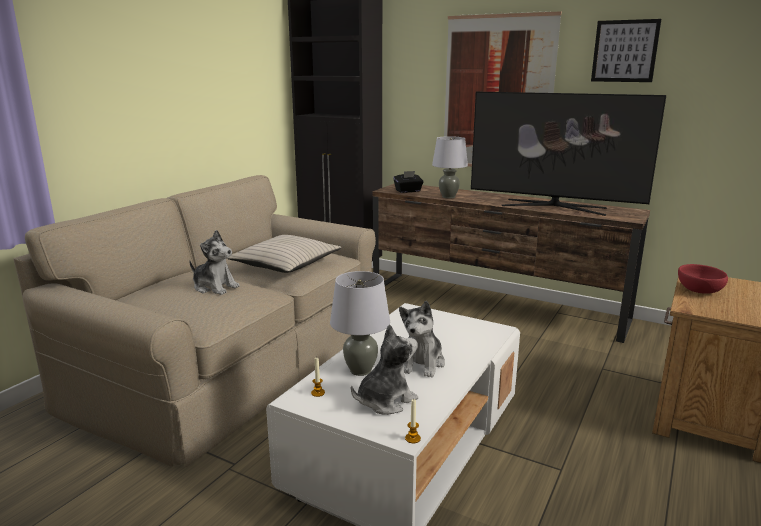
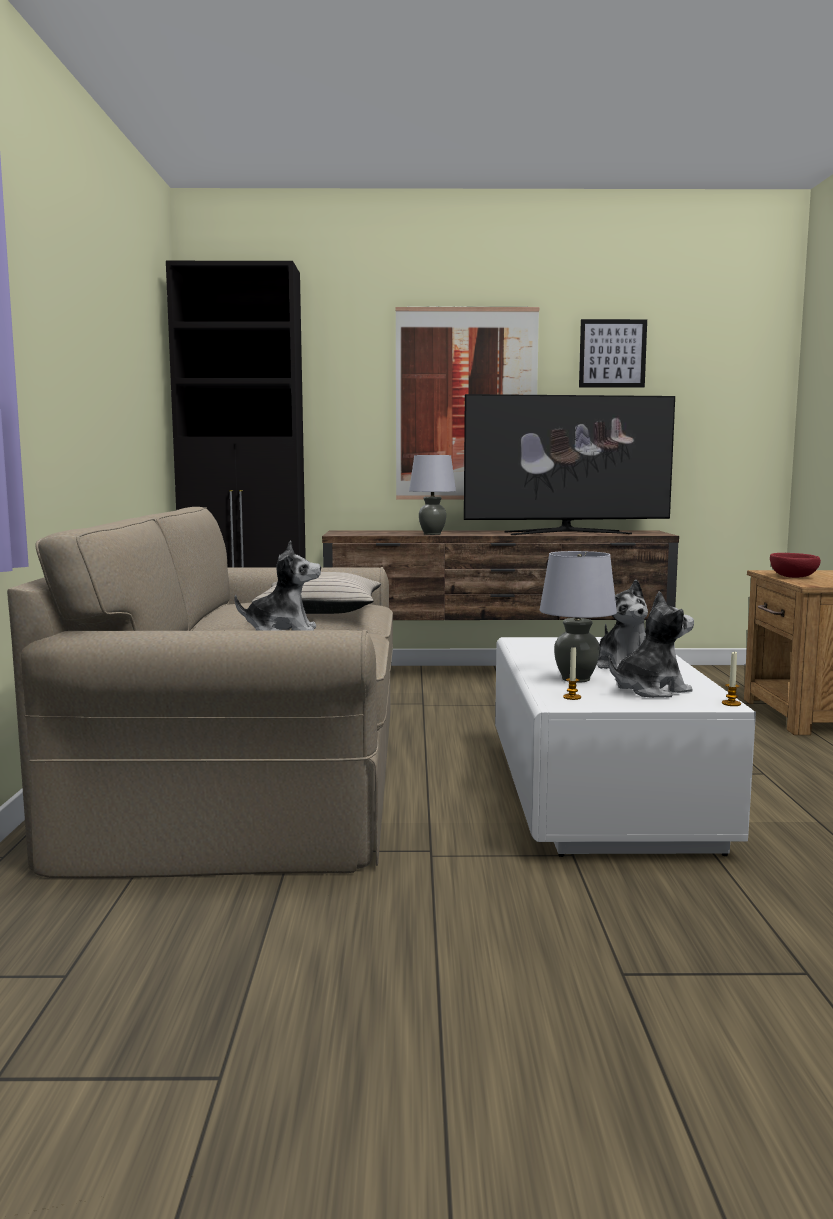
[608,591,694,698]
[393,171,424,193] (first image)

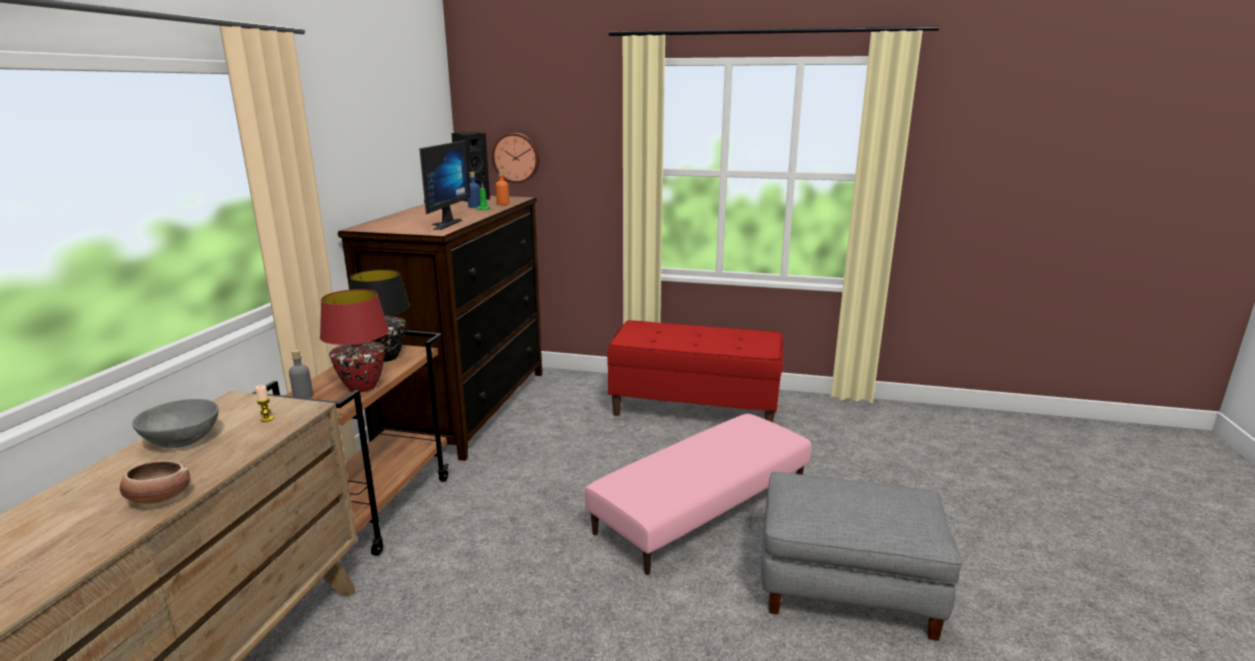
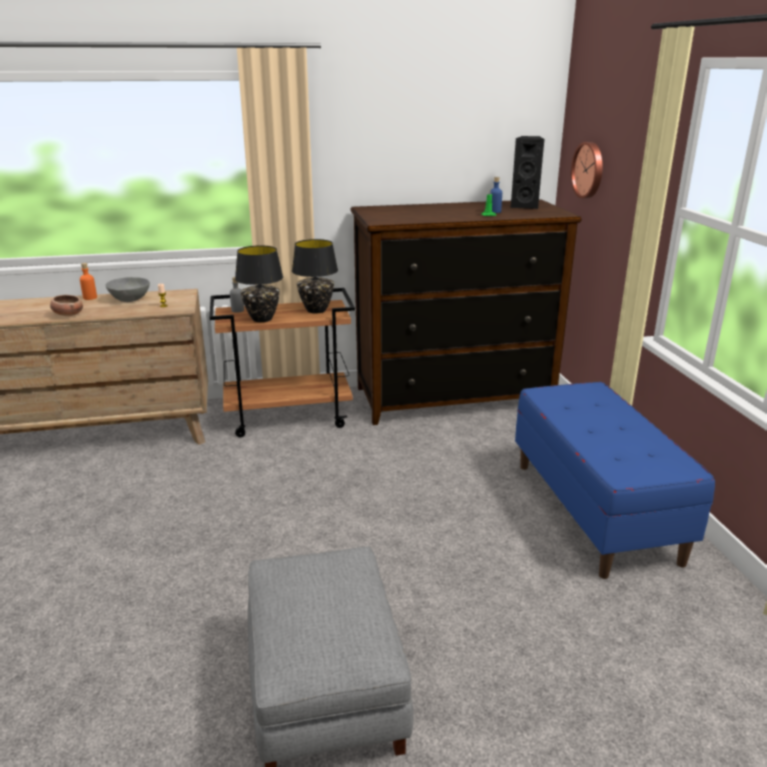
[235,245,283,322]
[419,140,470,230] (first image)
[80,263,97,300]
[585,414,811,575] (first image)
[515,382,715,579]

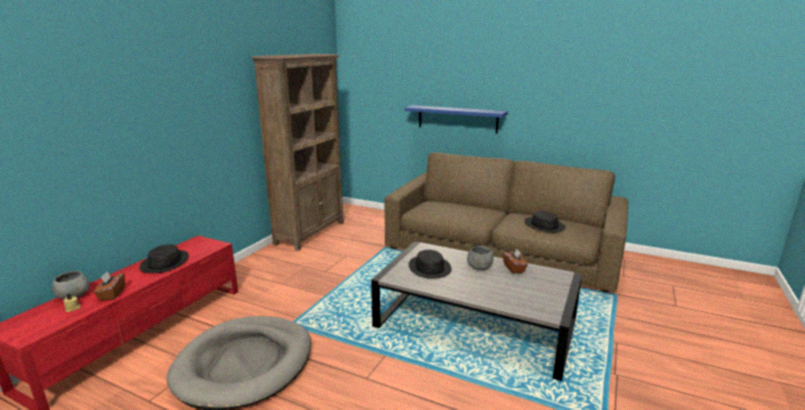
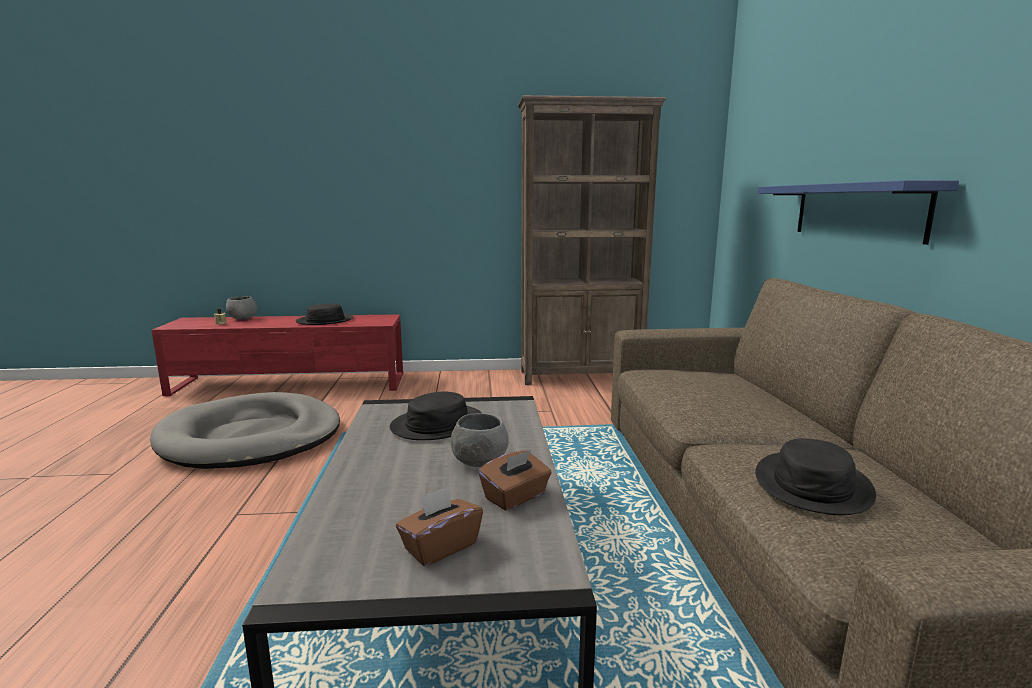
[396,486,483,566]

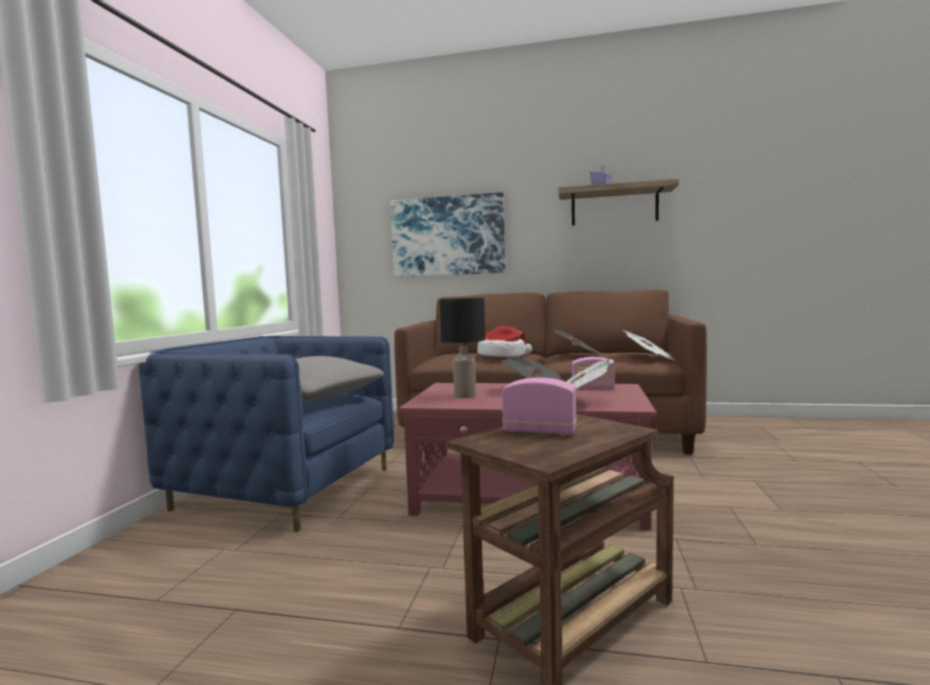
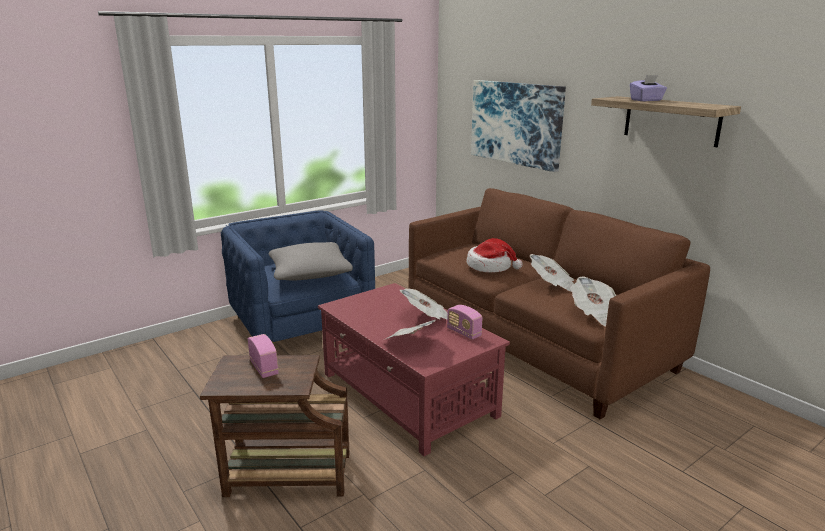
[440,298,485,398] (first image)

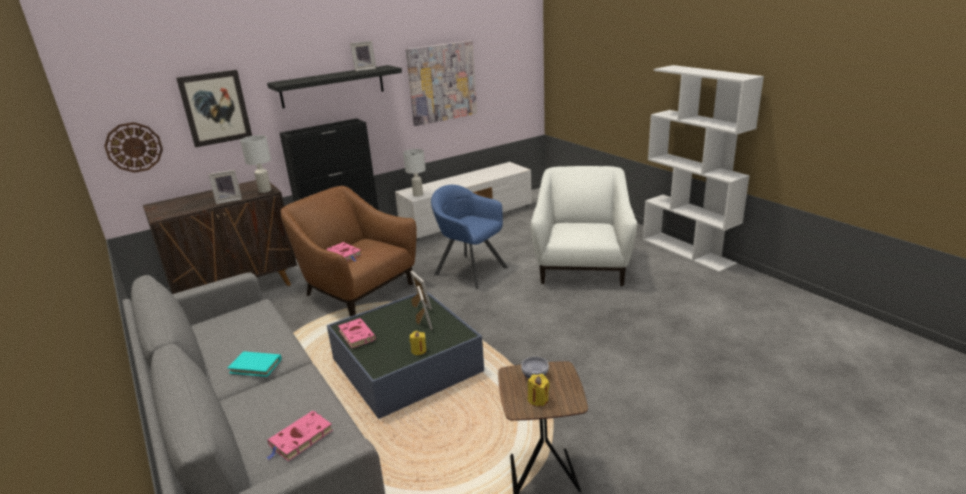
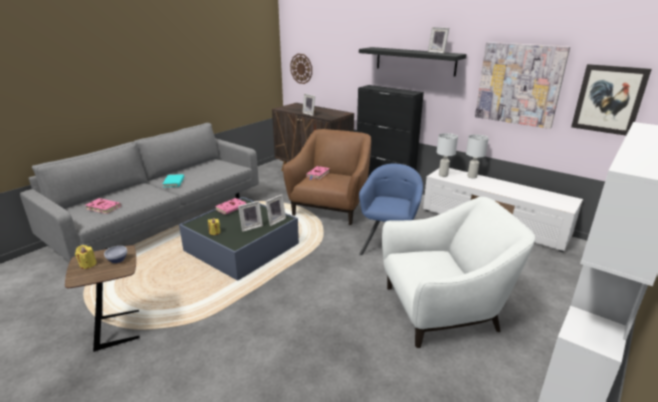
[571,64,652,136]
[466,134,489,179]

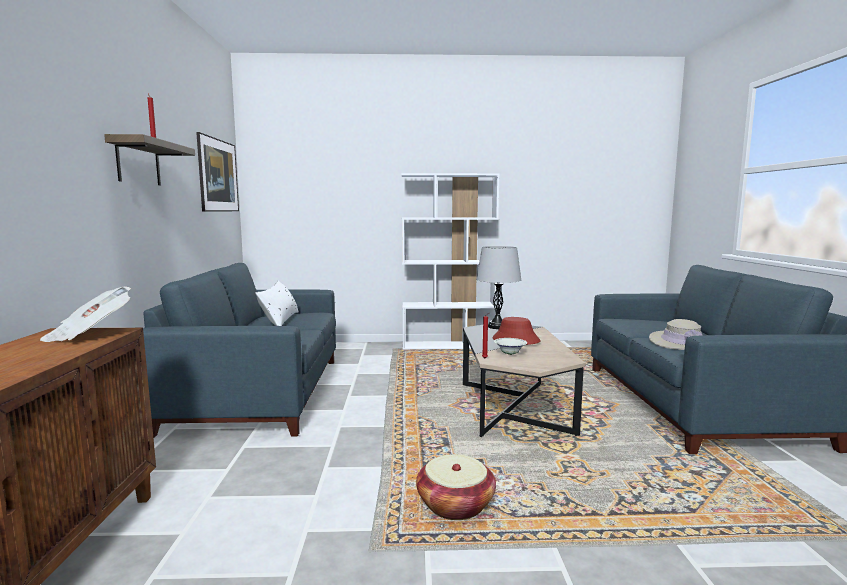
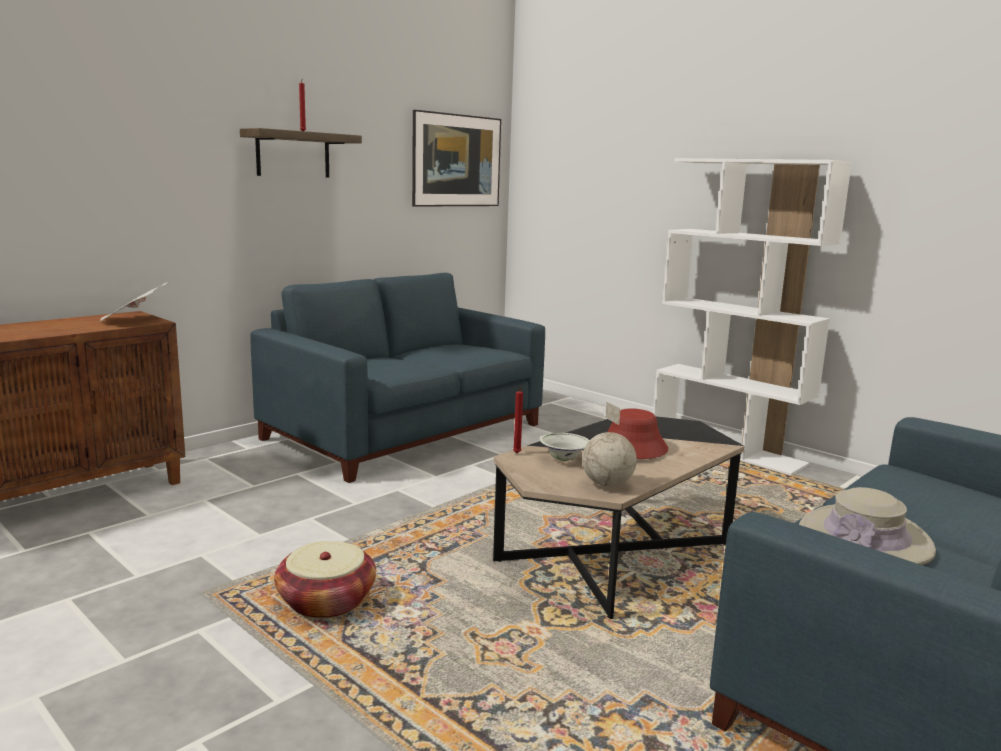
[255,281,299,326] (first image)
[476,246,521,329] (first image)
[582,401,637,487]

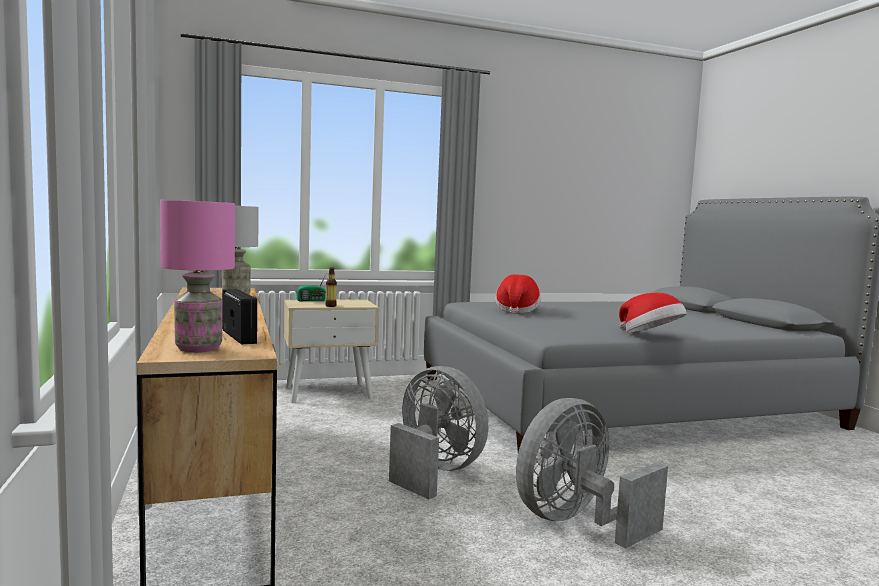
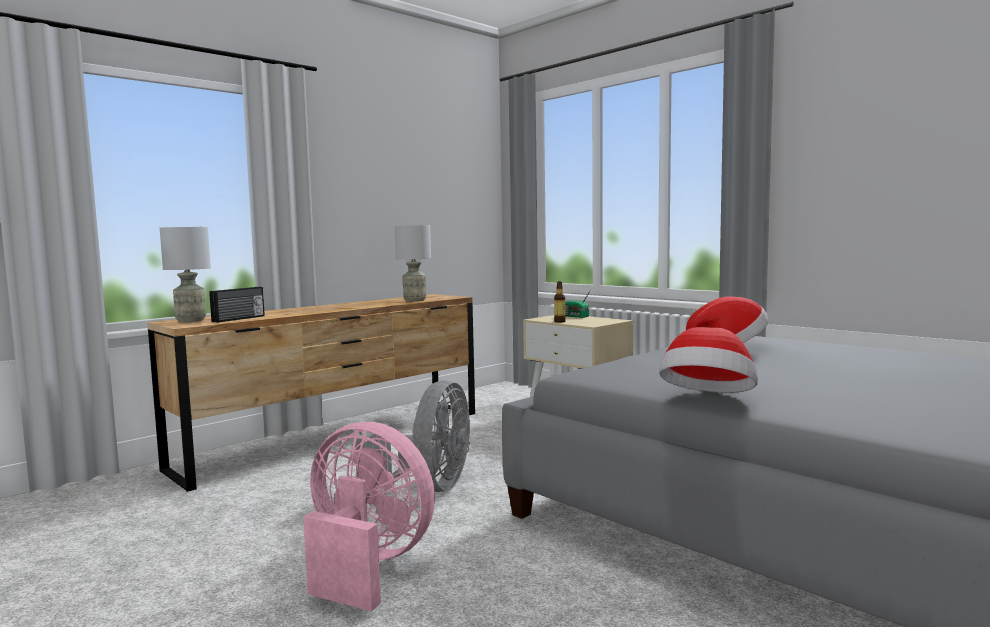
[160,227,211,322]
[303,422,435,612]

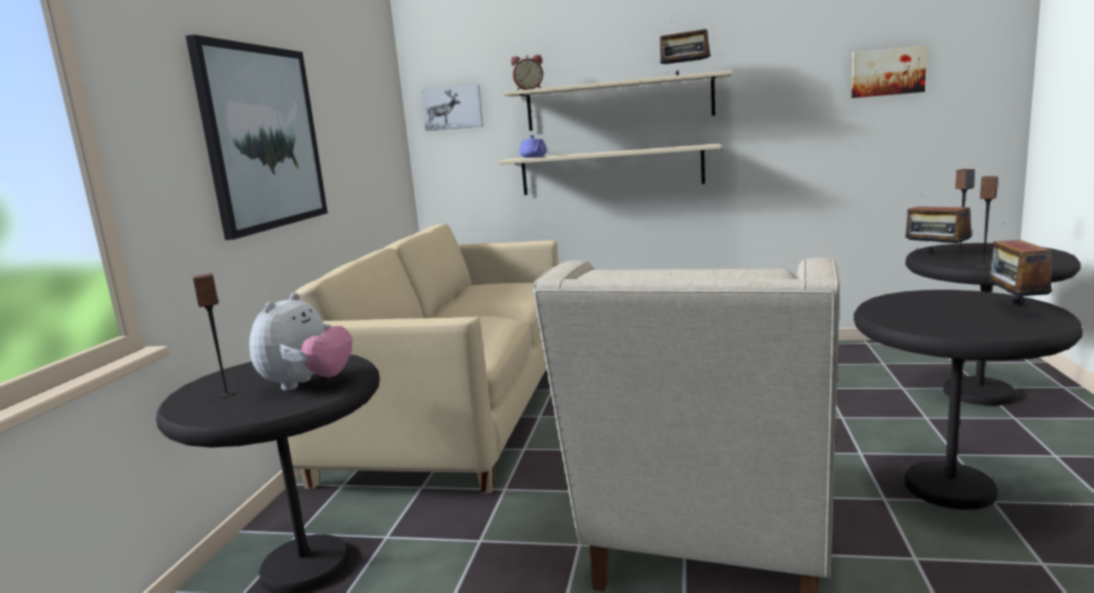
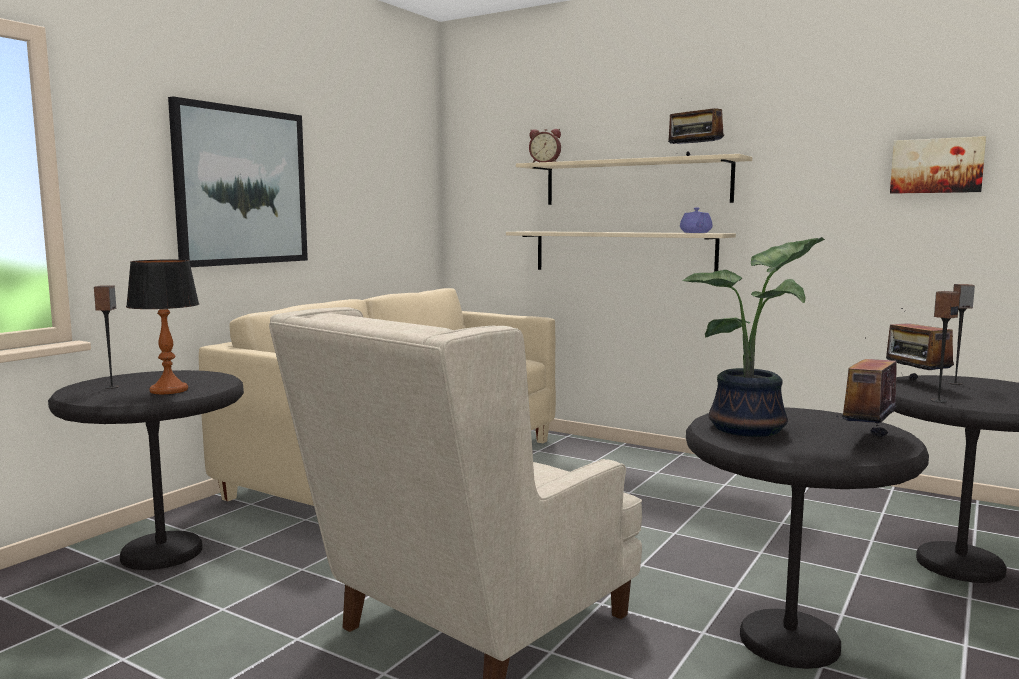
[126,259,199,394]
[421,84,483,131] (first image)
[680,208,713,233]
[682,237,825,437]

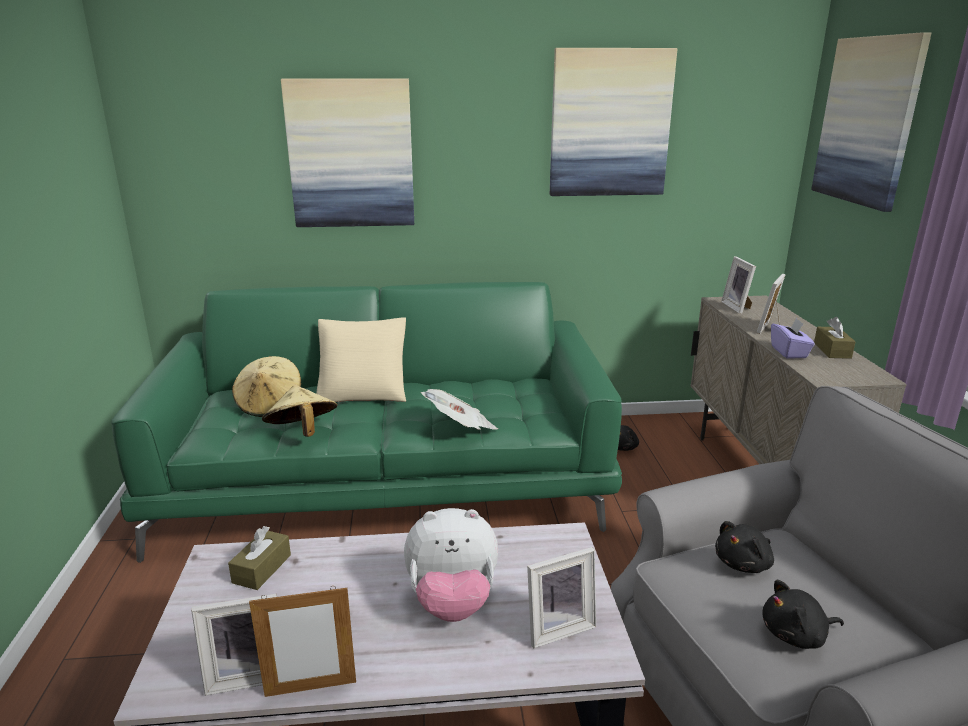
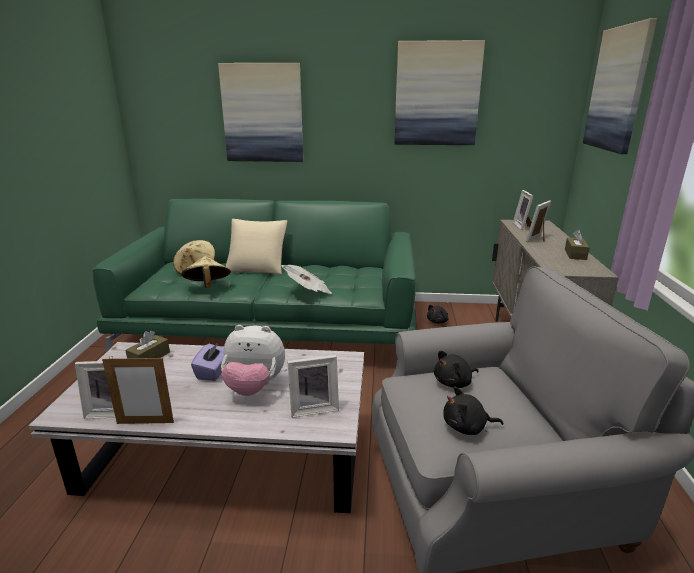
[191,342,224,381]

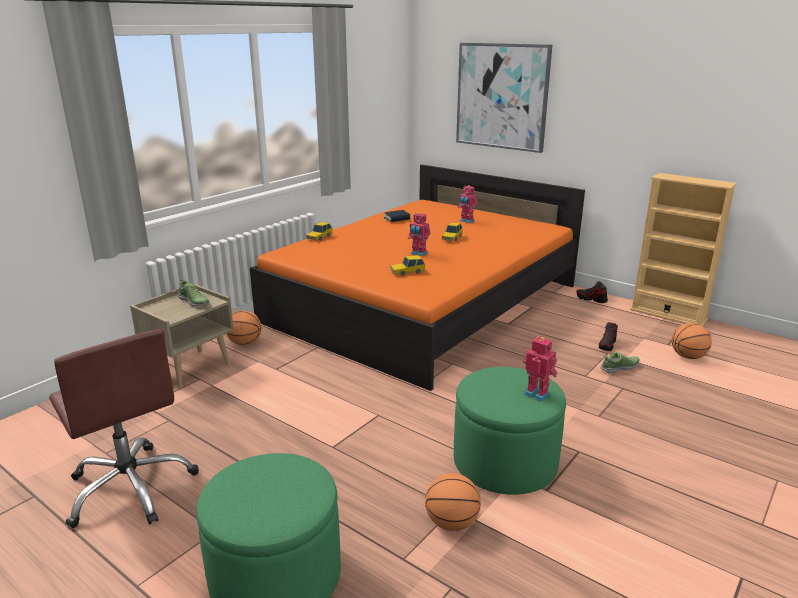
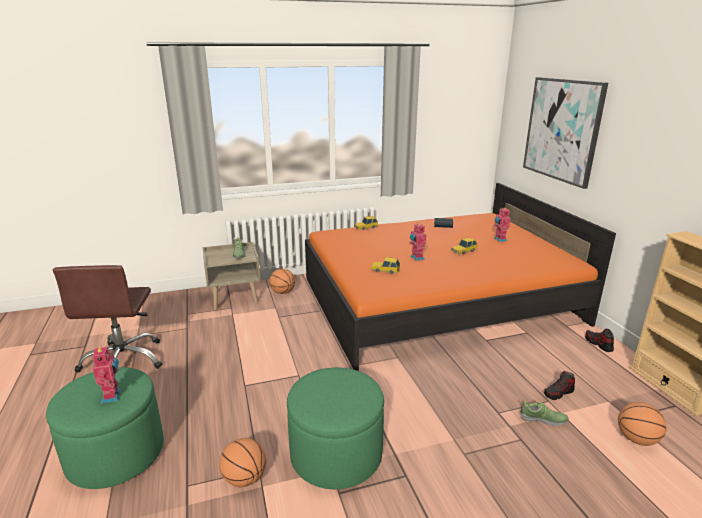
[92,345,121,404]

